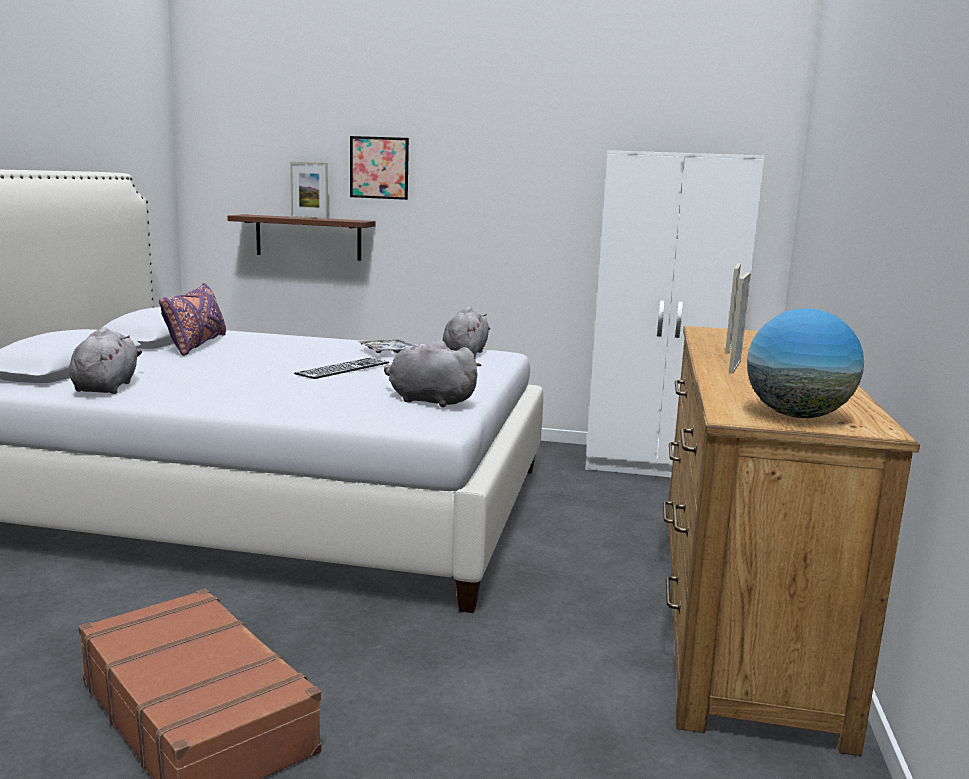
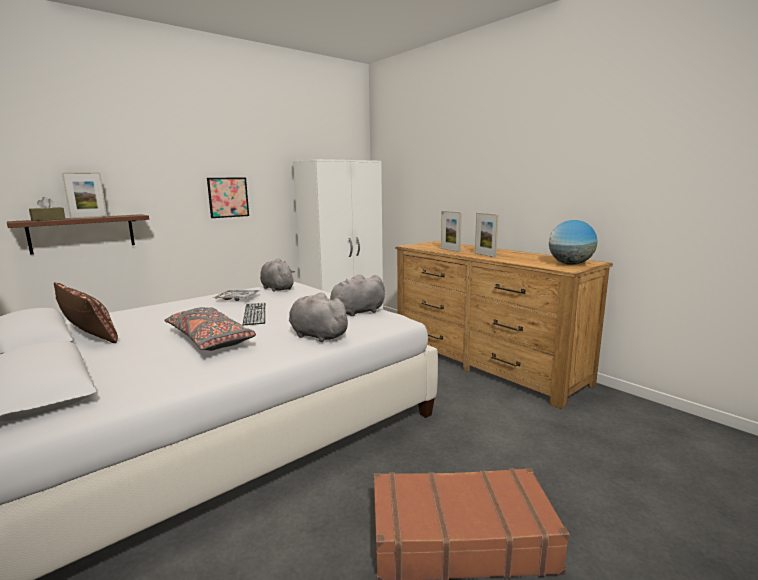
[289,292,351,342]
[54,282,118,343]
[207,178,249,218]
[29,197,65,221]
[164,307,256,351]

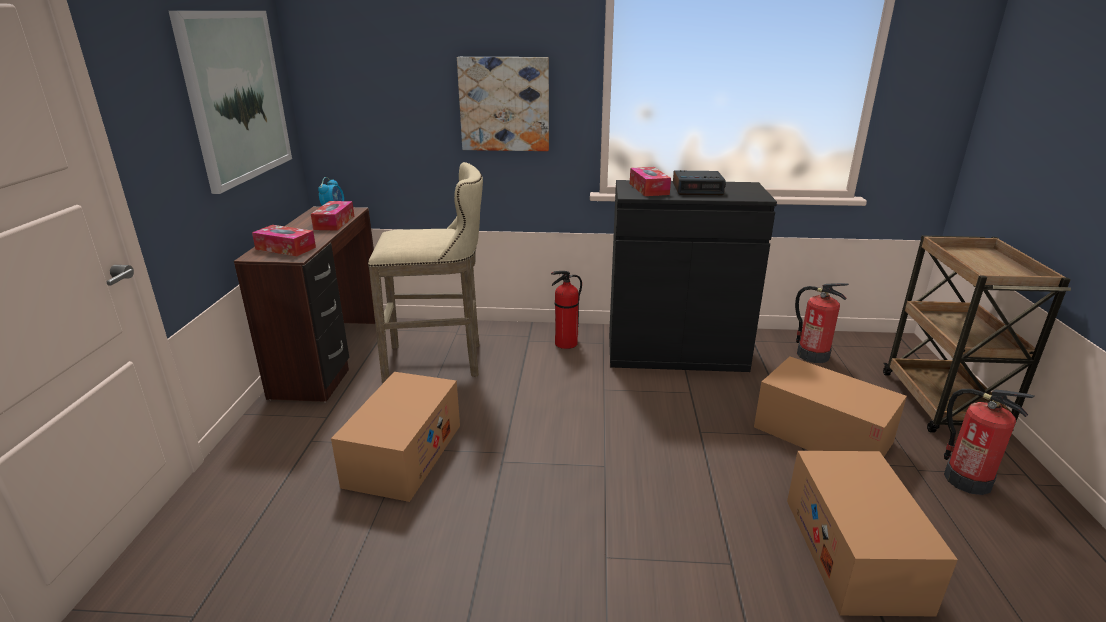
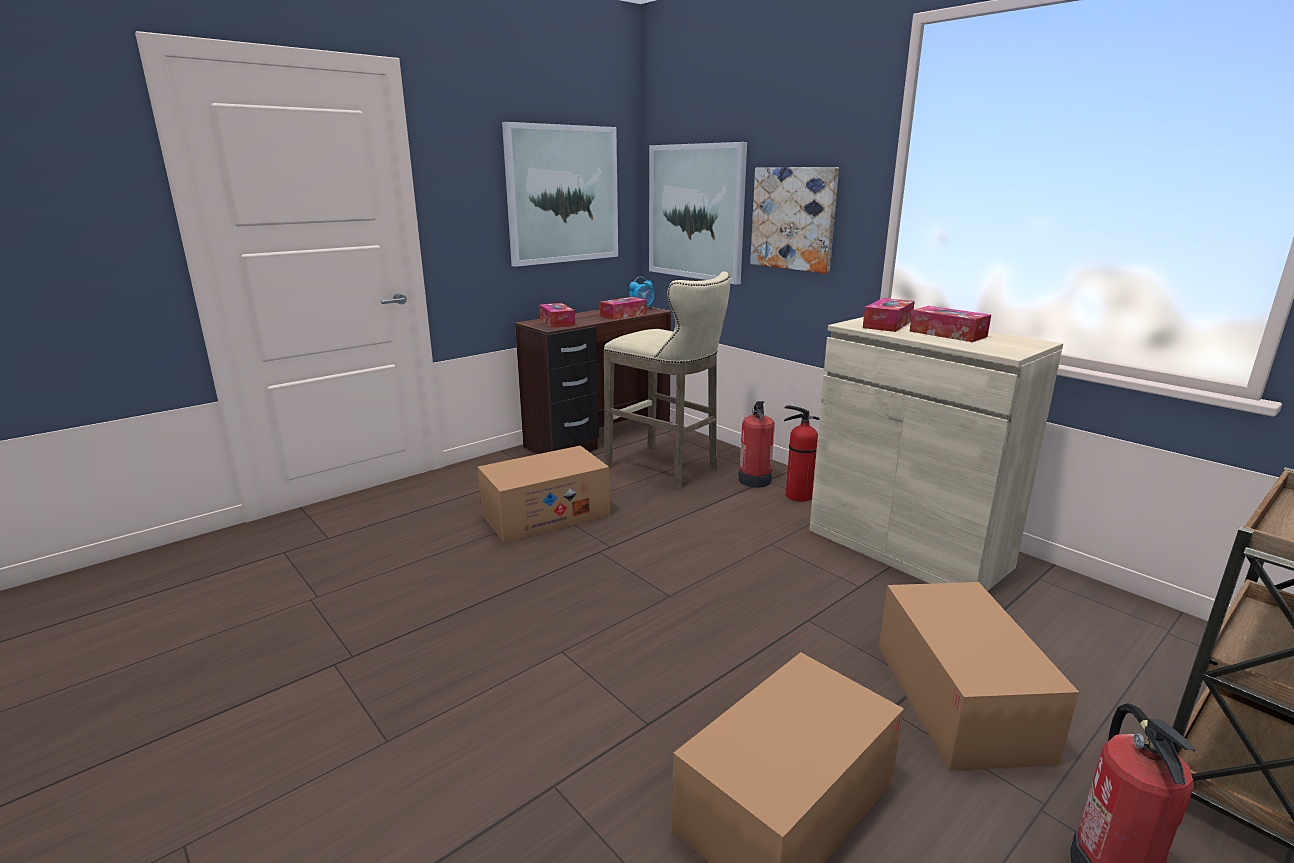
[809,317,1063,591]
[909,306,991,342]
[738,401,775,488]
[649,142,747,285]

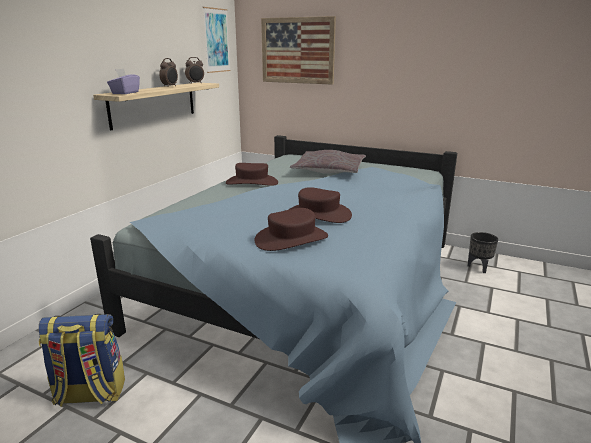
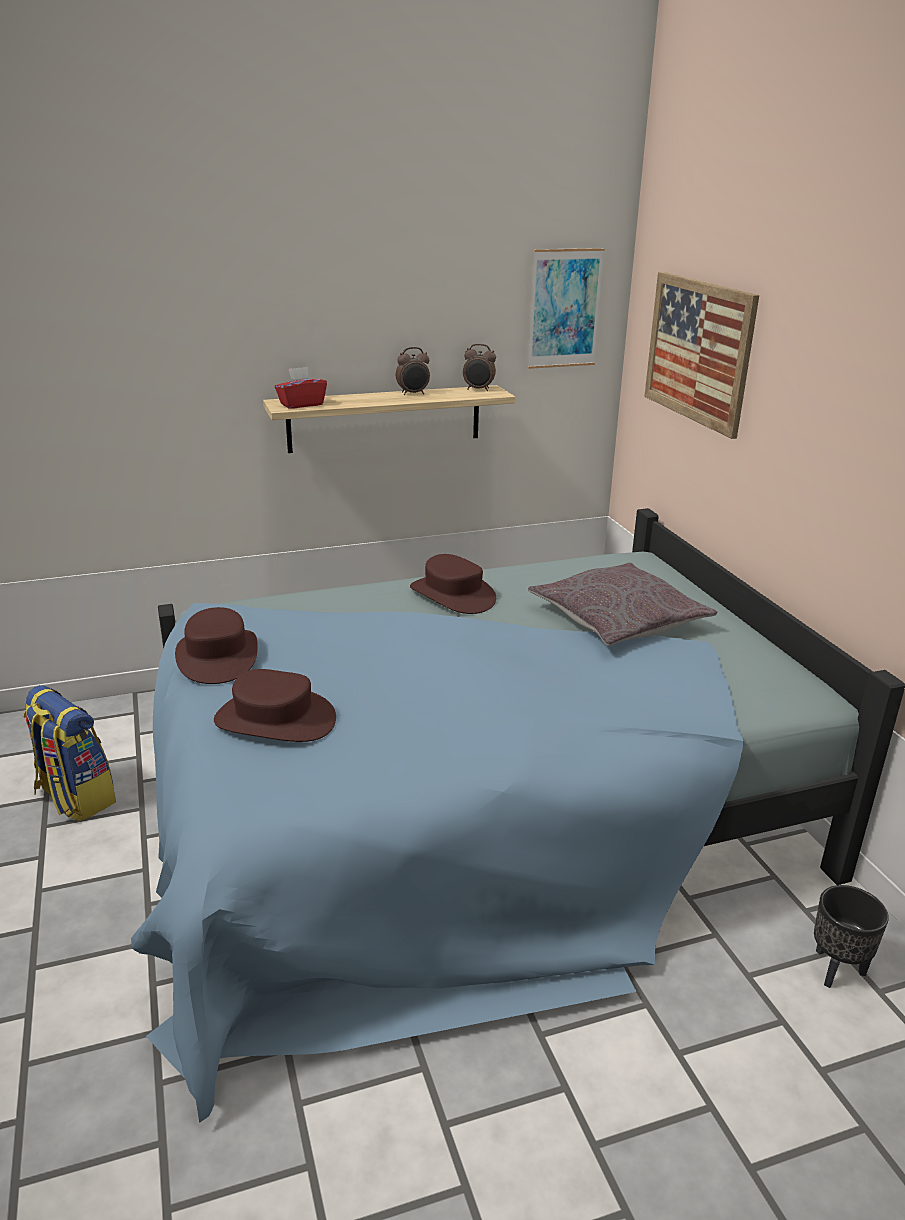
[275,367,327,409]
[175,607,258,684]

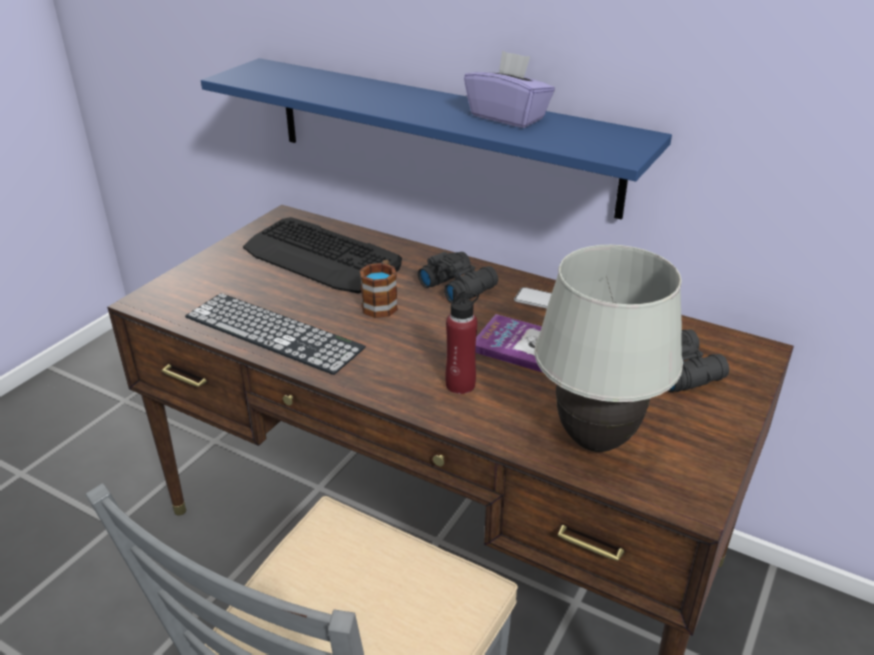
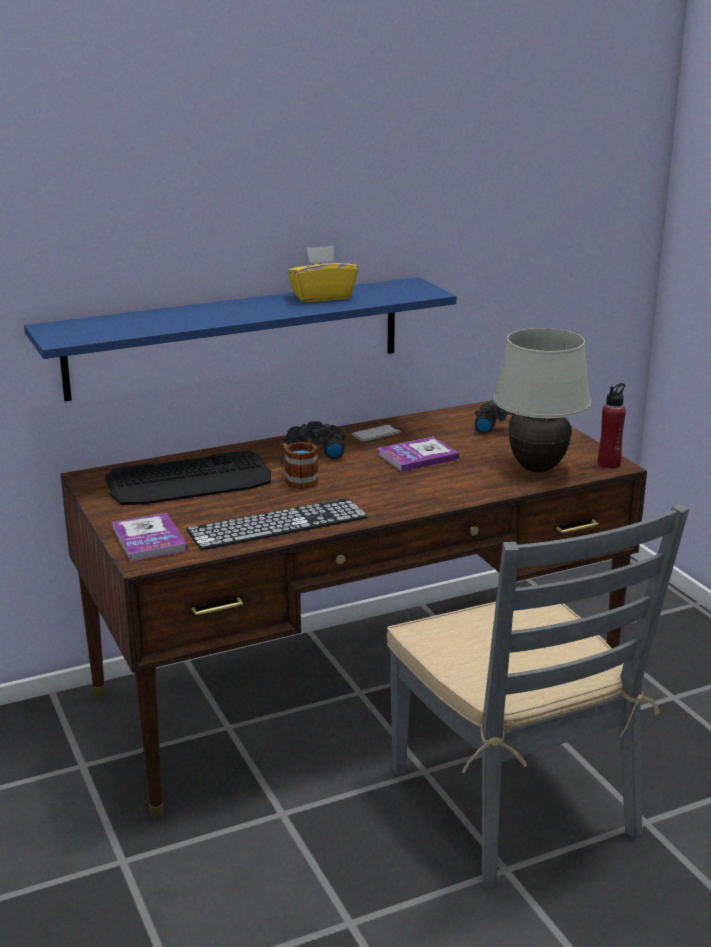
[598,383,626,469]
[287,245,358,302]
[112,513,188,562]

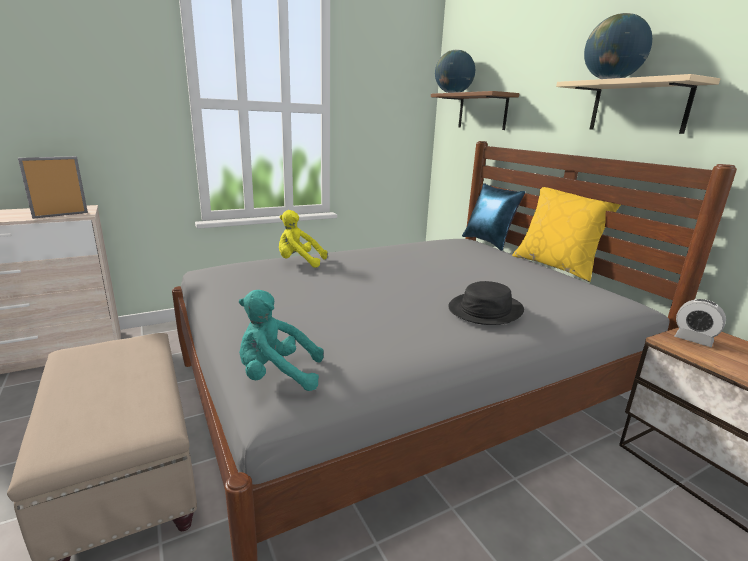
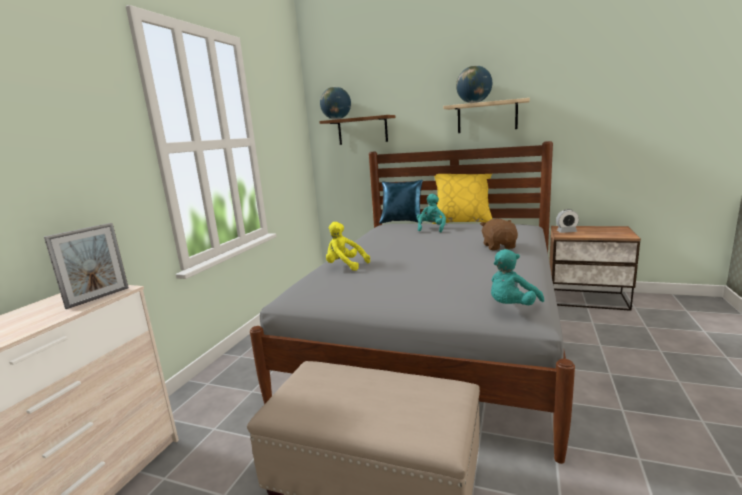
[44,223,129,309]
[326,222,370,271]
[480,218,518,250]
[417,194,446,232]

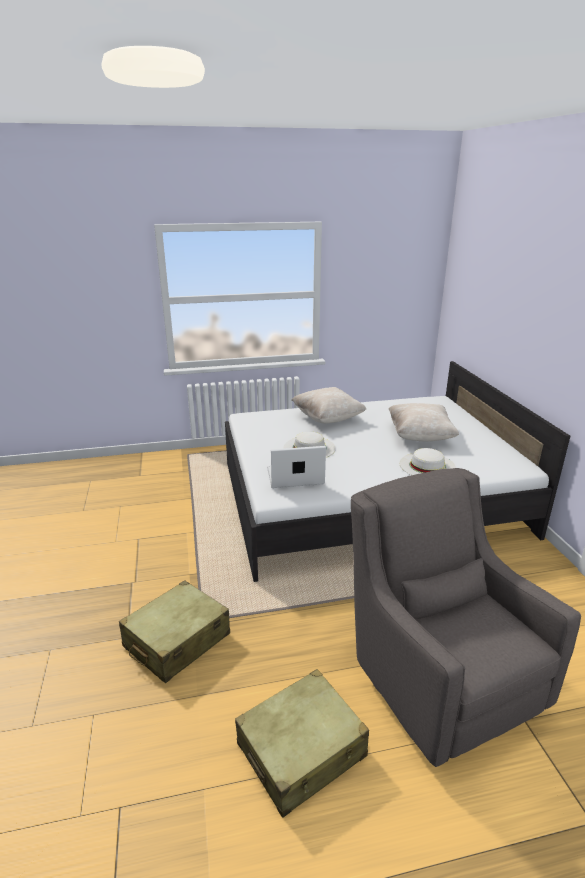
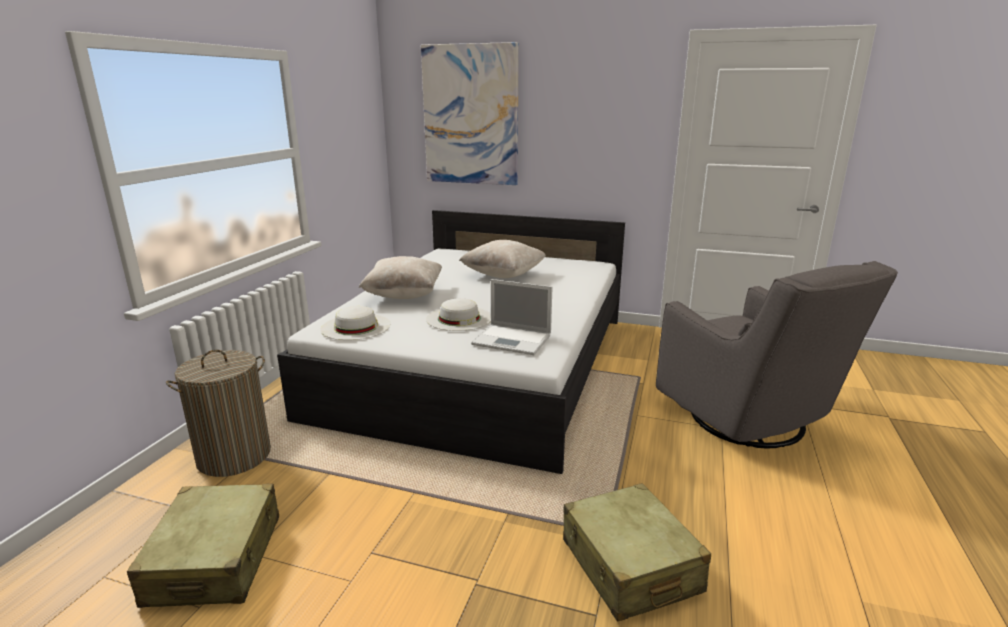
[127,484,279,608]
[471,279,552,355]
[656,261,898,448]
[320,306,391,340]
[166,350,271,477]
[421,42,519,185]

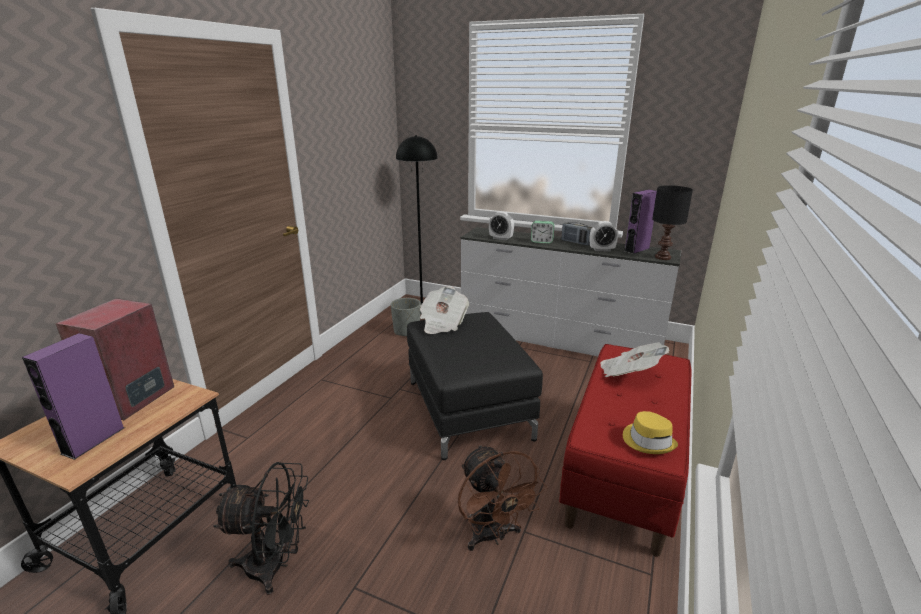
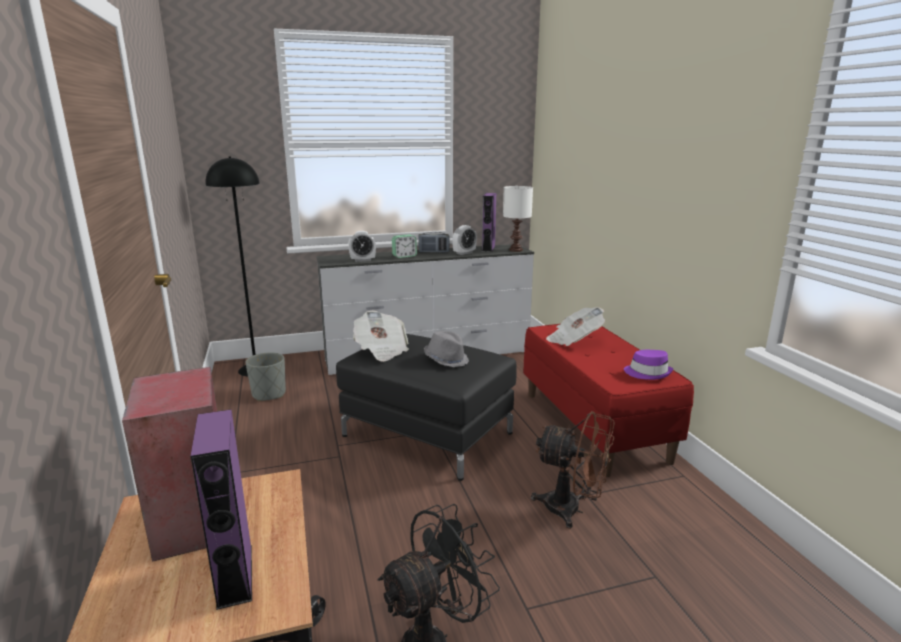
[624,350,673,380]
[503,186,533,252]
[424,331,469,367]

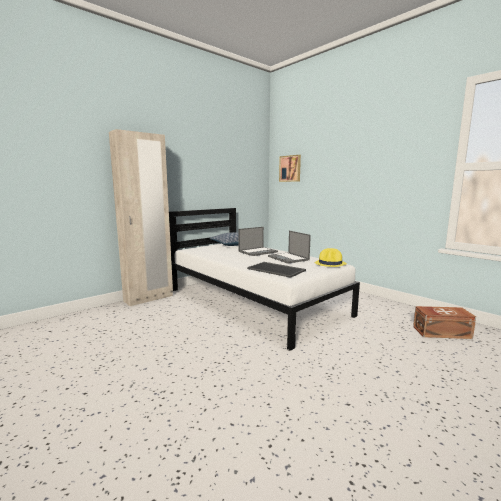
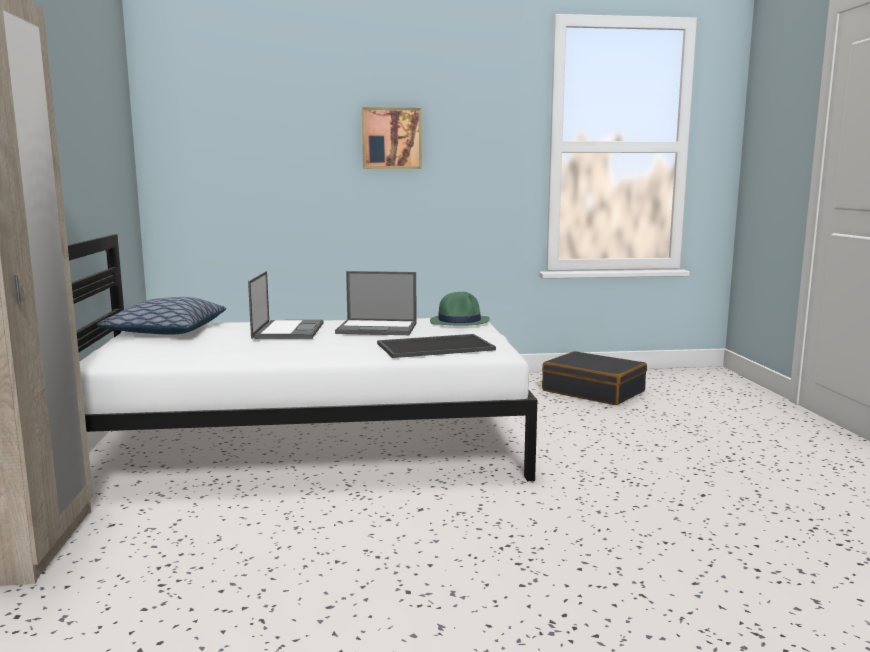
[362,107,422,169]
[430,292,490,326]
[542,351,647,405]

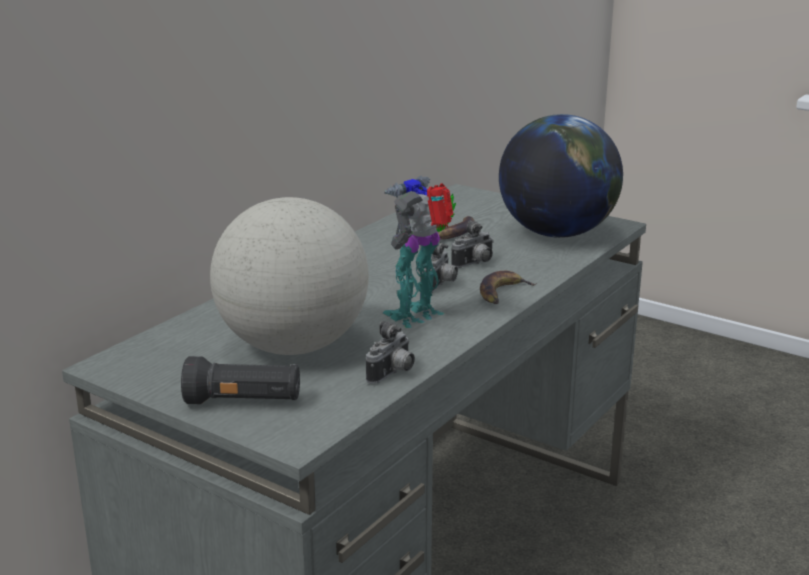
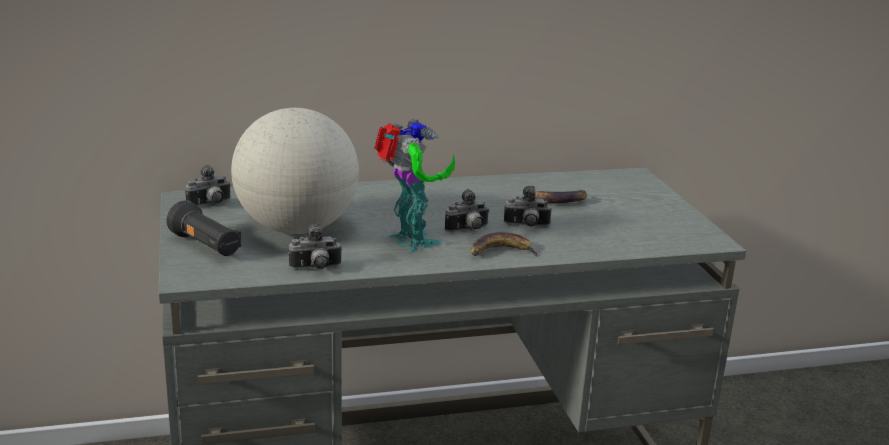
[374,119,455,252]
[499,114,623,238] (first image)
[185,165,231,206]

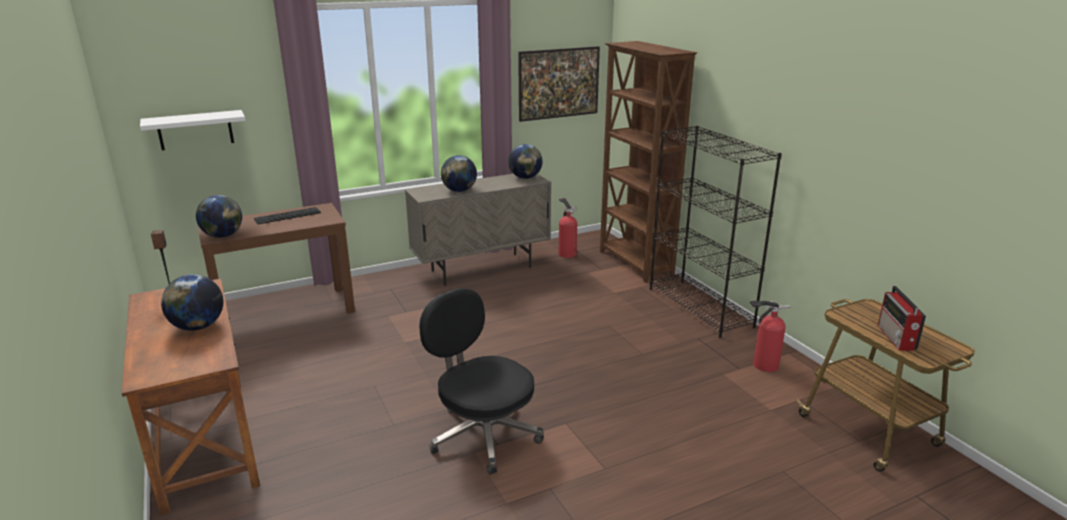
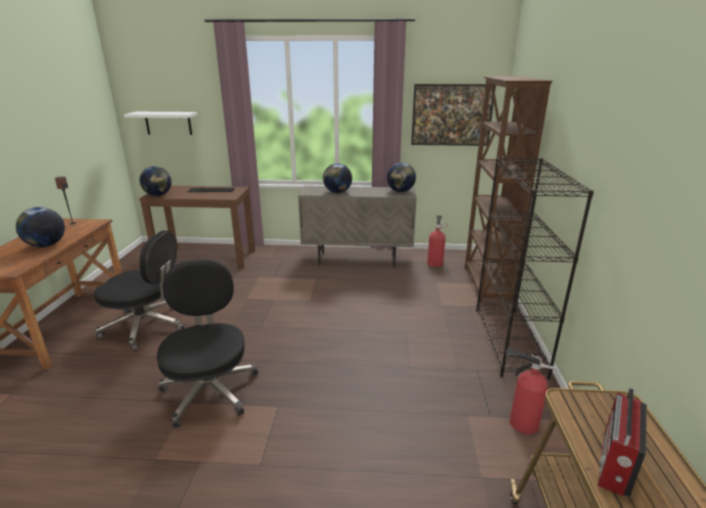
[94,231,184,351]

